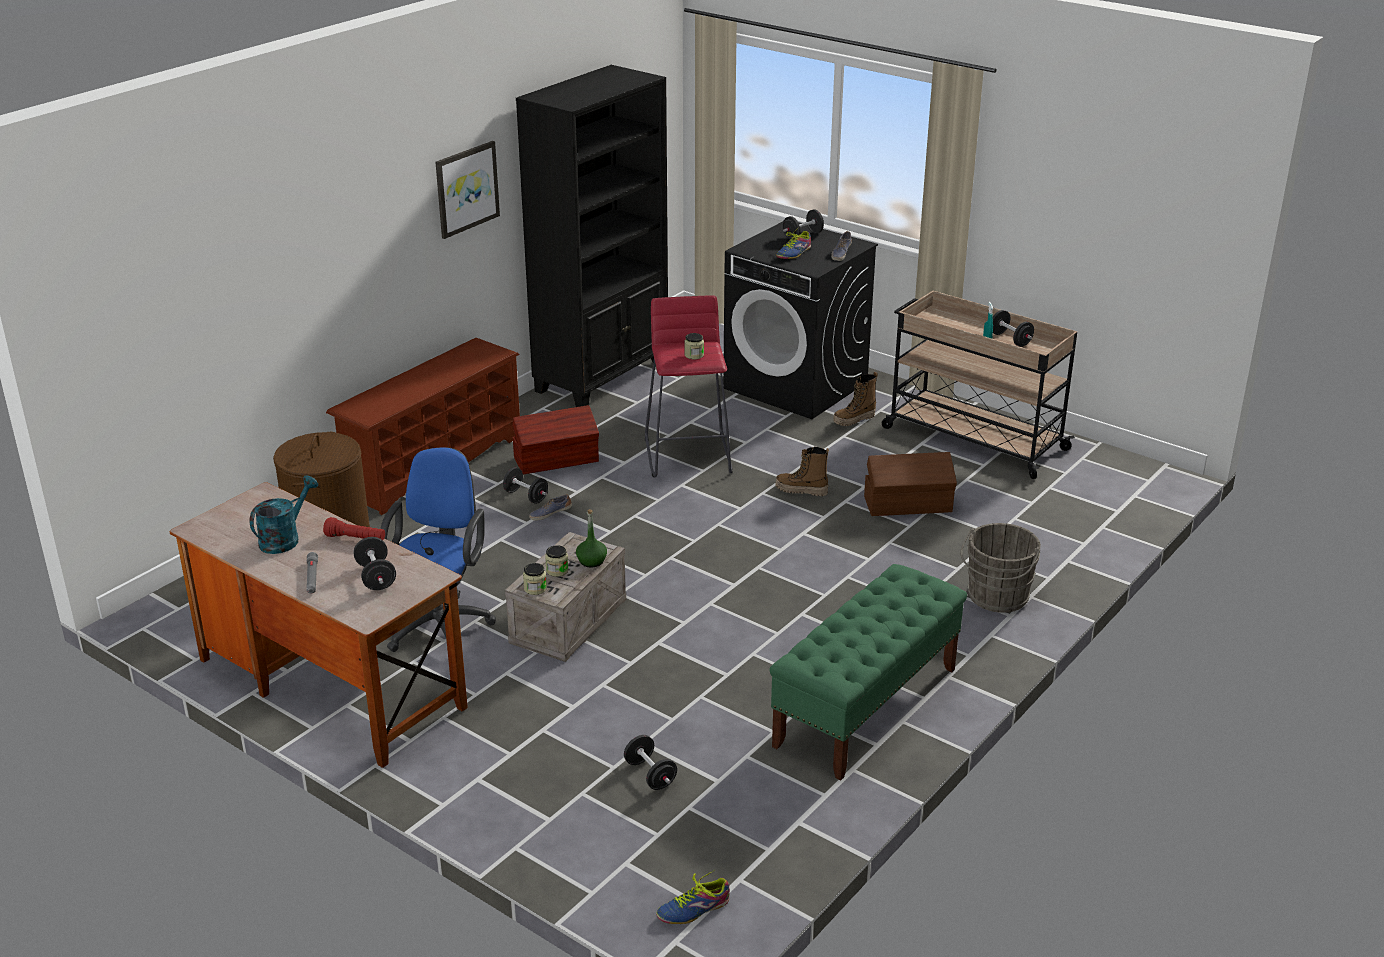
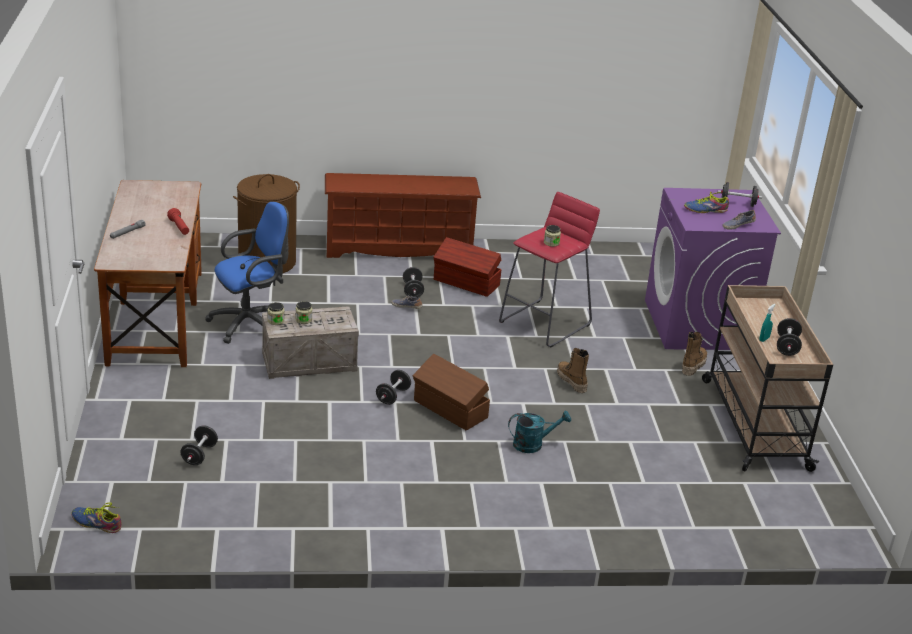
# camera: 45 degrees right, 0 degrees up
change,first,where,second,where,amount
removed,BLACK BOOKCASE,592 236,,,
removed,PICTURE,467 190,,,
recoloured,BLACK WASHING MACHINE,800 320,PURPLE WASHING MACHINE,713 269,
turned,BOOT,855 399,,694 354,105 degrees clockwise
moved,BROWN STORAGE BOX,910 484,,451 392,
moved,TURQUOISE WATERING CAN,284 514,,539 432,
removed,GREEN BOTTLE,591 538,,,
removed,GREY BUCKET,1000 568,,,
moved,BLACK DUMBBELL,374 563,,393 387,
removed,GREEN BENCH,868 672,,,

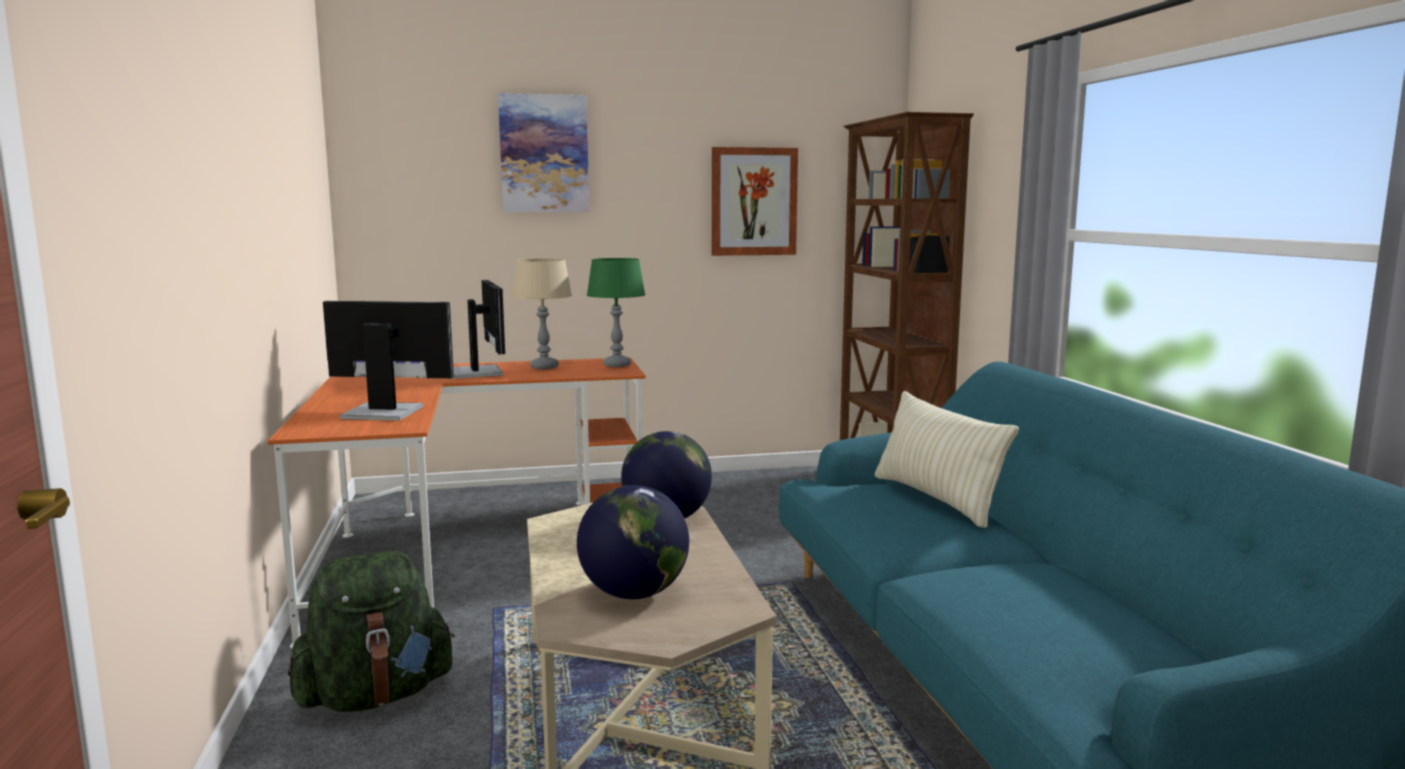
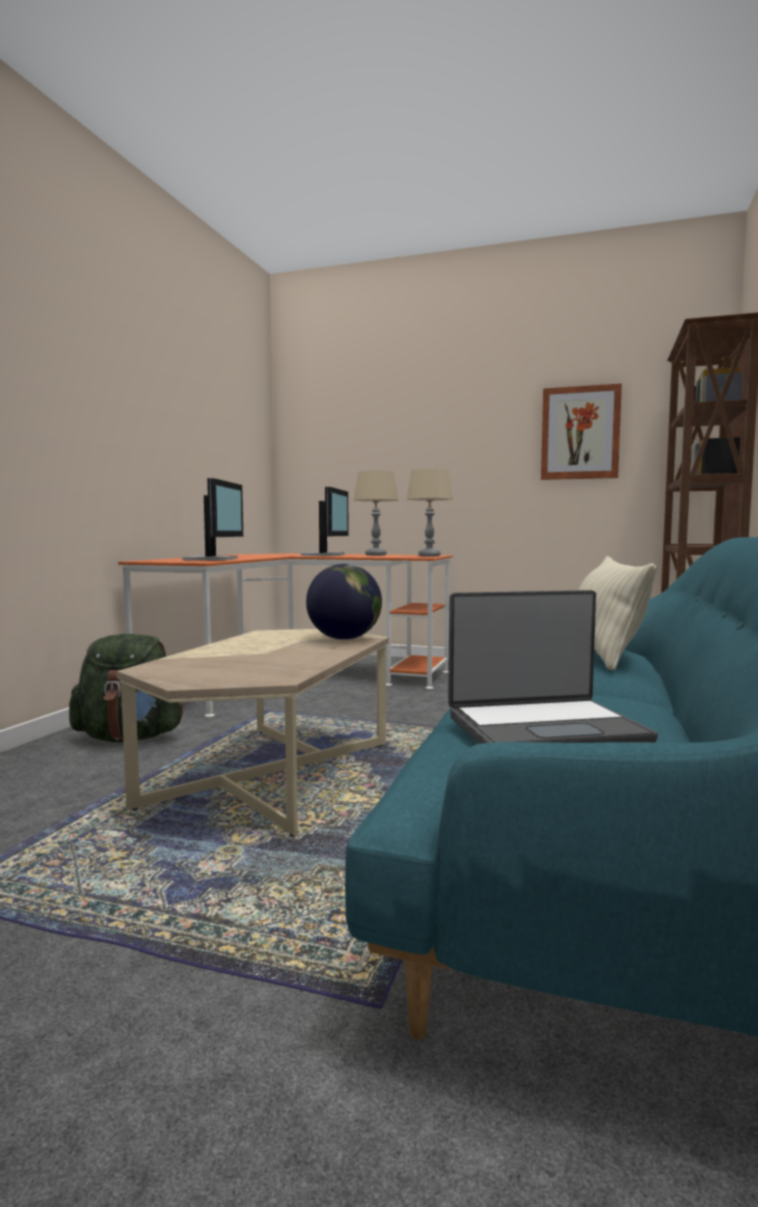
# camera: 30 degrees right, 5 degrees down
change,first,where,second,where,amount
removed,PICTURE,543 152,,,
recoloured,GREEN TABLE LAMP,616 312,BEIGE TABLE LAMP,430 512,
turned,MONITOR,388 361,,212 519,60 degrees clockwise
removed,GLOBE,633 542,,,
added,,,LAPTOP,553 667,

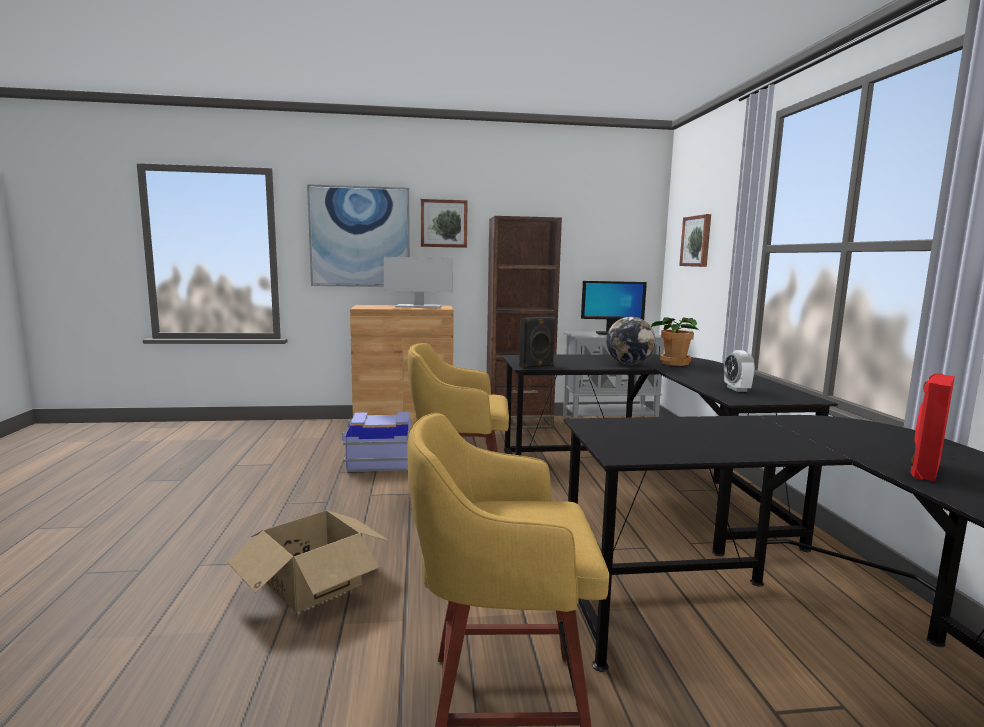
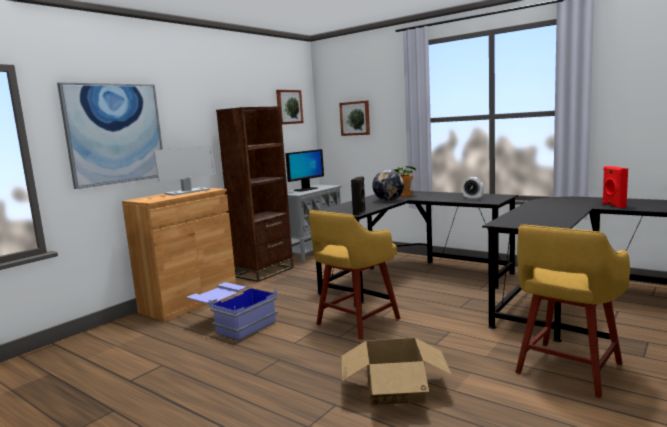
# camera: 45 degrees left, 0 degrees up
change,first,where,second,where,amount
moved,PICTURE,444 223,,289 107,

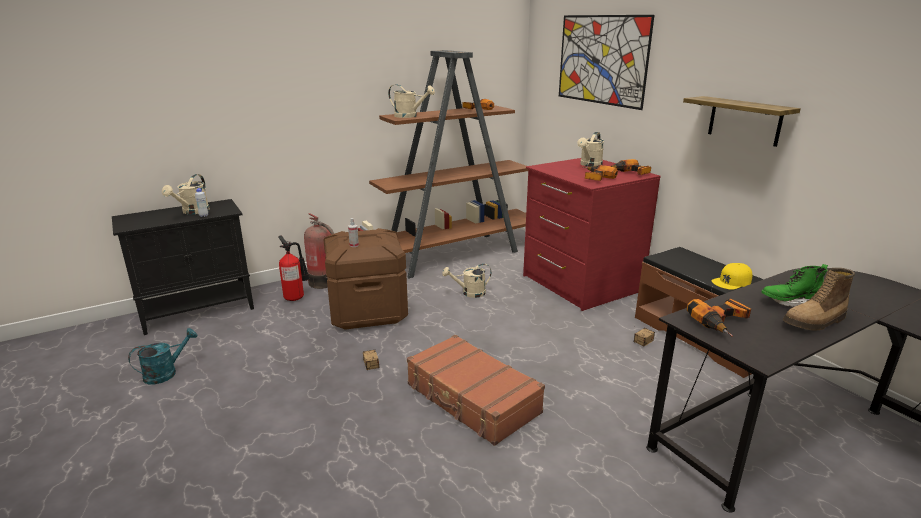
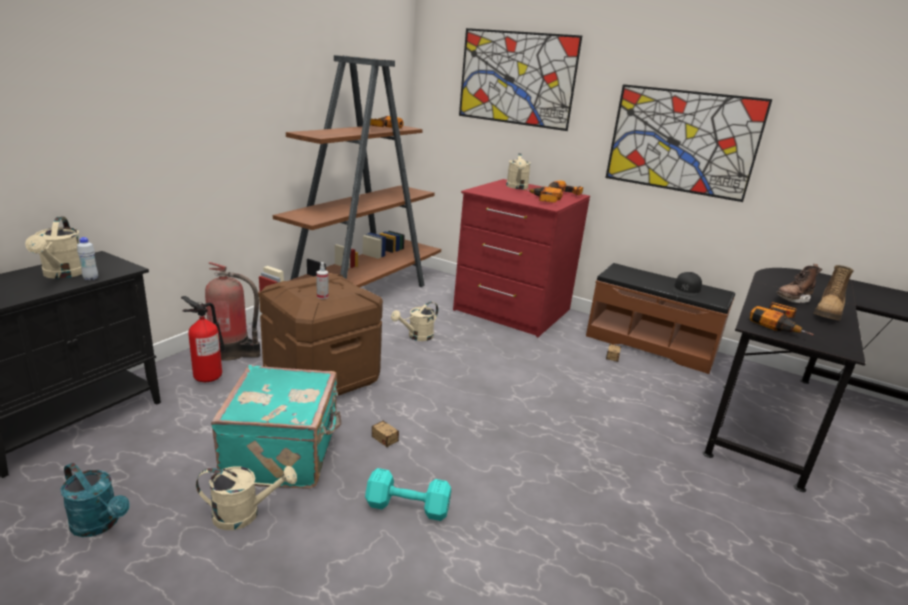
# camera: 30 degrees left, 0 degrees up
change,first,where,second,where,amount
moved,BEIGE WATERING CAN,411 101,,246 498,
replaced,SHELF,742 121,PICTURE,689 143,
recoloured,YELLOW CAP,732 276,BLACK CAP,687 284,
recoloured,GREEN BOOT,794 285,BROWN BOOT,799 283,
turned,TURQUOISE WATERING CAN,163 356,,95 500,105 degrees clockwise
removed,BROWN SUITCASE,476 390,,,
added,,,TURQUOISE SUITCASE,276 427,
added,,,TURQUOISE DUMBBELL,408 494,

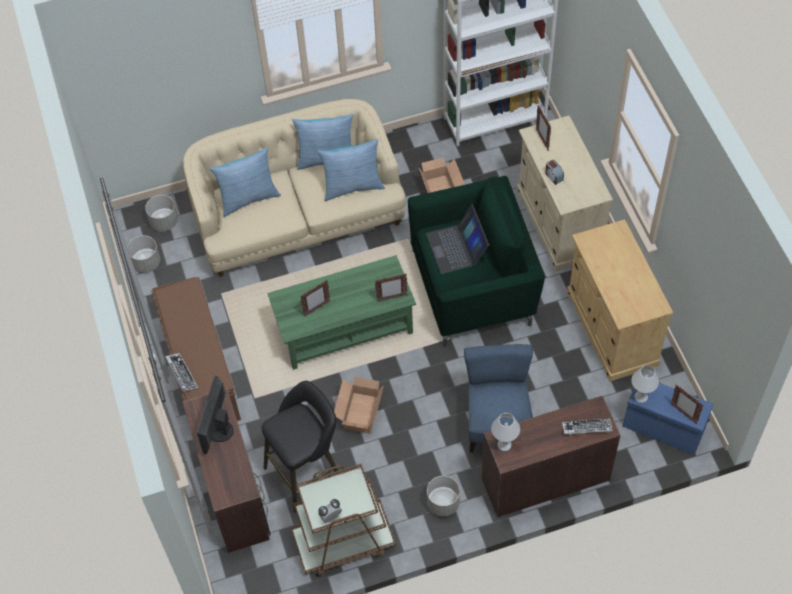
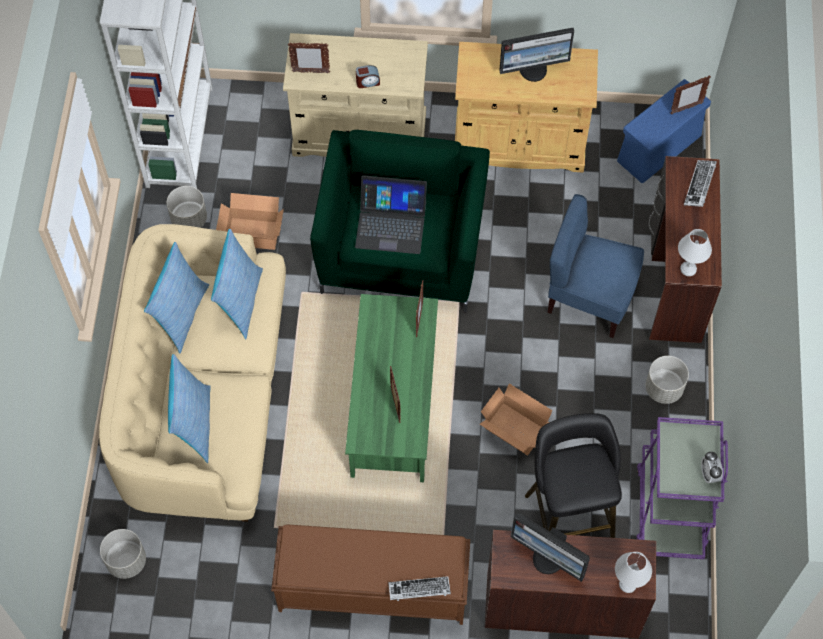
# camera: 70 degrees left, 5 degrees up
change,first,where,second,where,amount
moved,GREY PLANTER,143 254,,187 207,
moved,WHITE TABLE LAMP,645 384,,633 572,
recoloured,BROWN CART,343 520,PURPLE CART,682 488,
added,,,MONITOR,536 55,

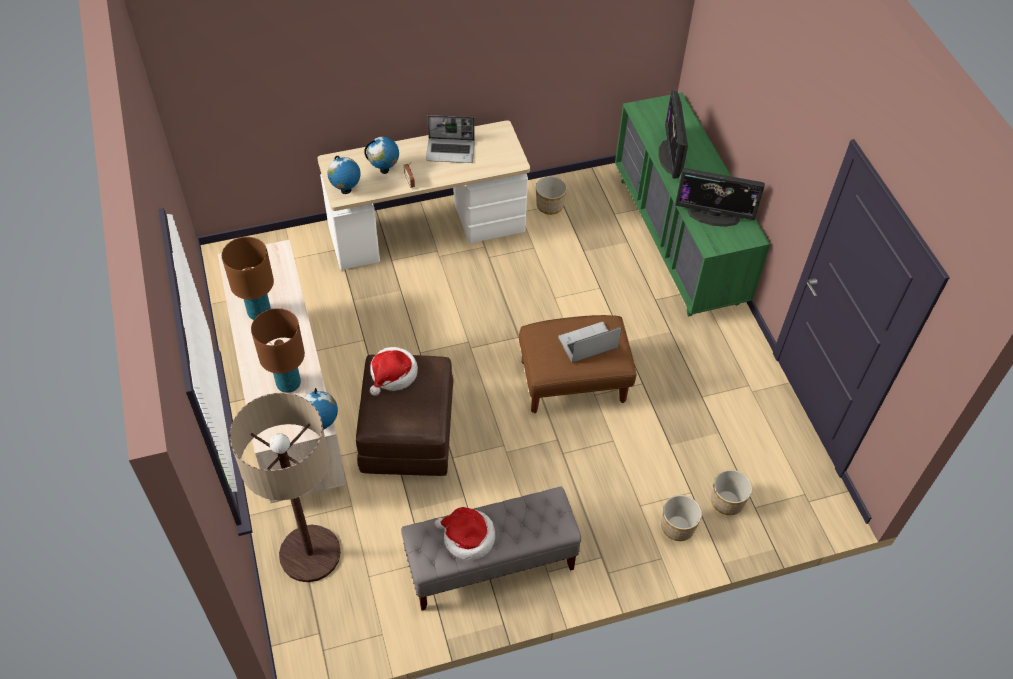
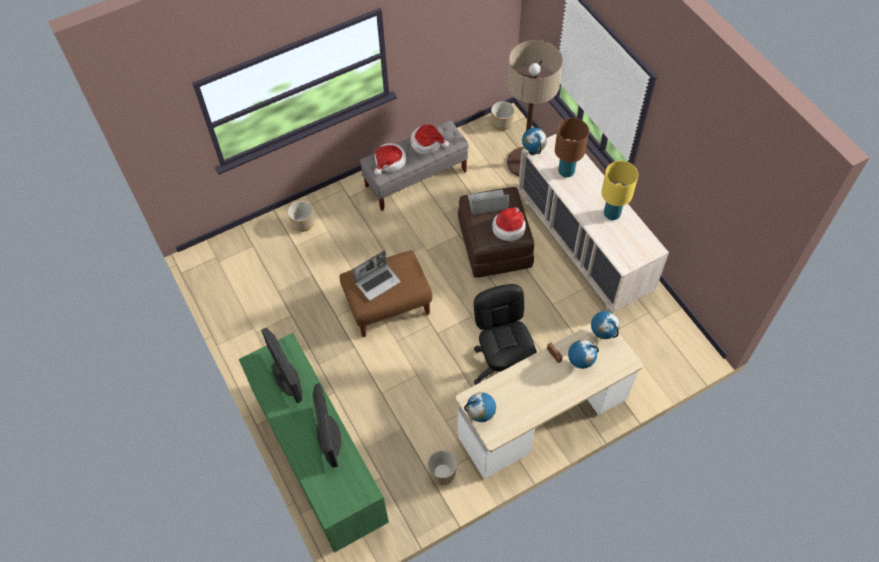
# camera: 170 degrees right, 5 degrees up
change,first,where,second,where,amount
moved,LAPTOP,450 139,,488 202,
turned,MONITOR,720 197,,281 365,120 degrees counterclockwise
recoloured,BROWN TABLE LAMP,248 278,YELLOW TABLE LAMP,619 190,
moved,PLANTER,731 492,,503 115,
added,,,HAT,390 159,
added,,,BLACK OFFICE CHAIR,505 334,
added,,,GLOBE,480 407,

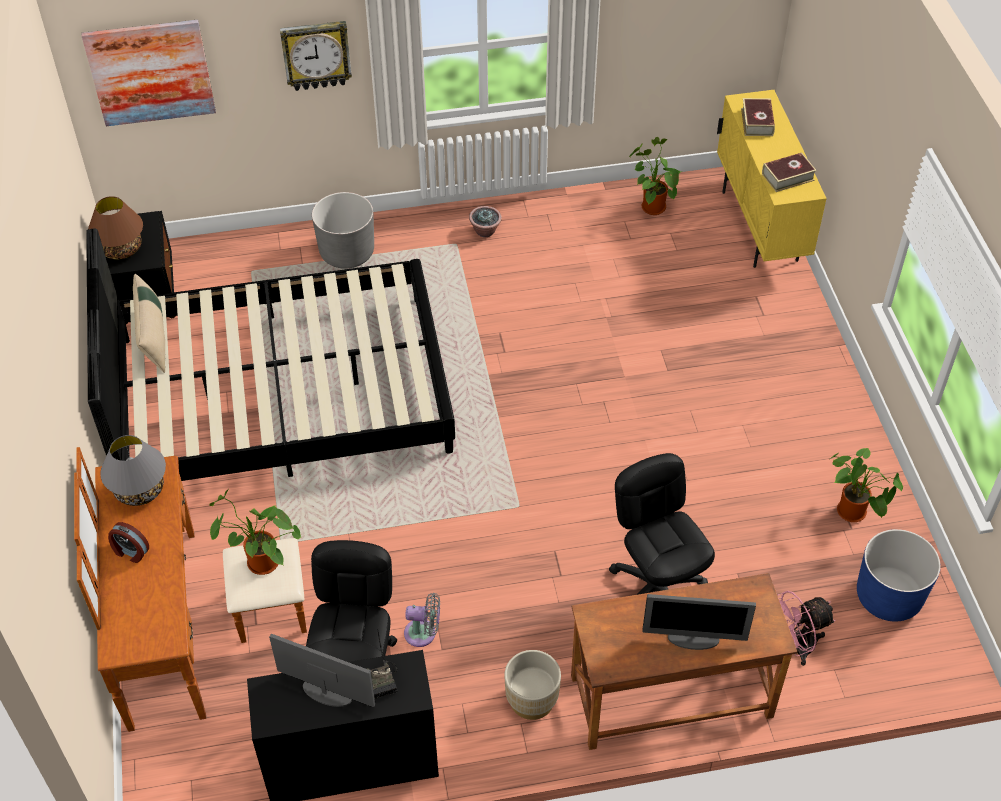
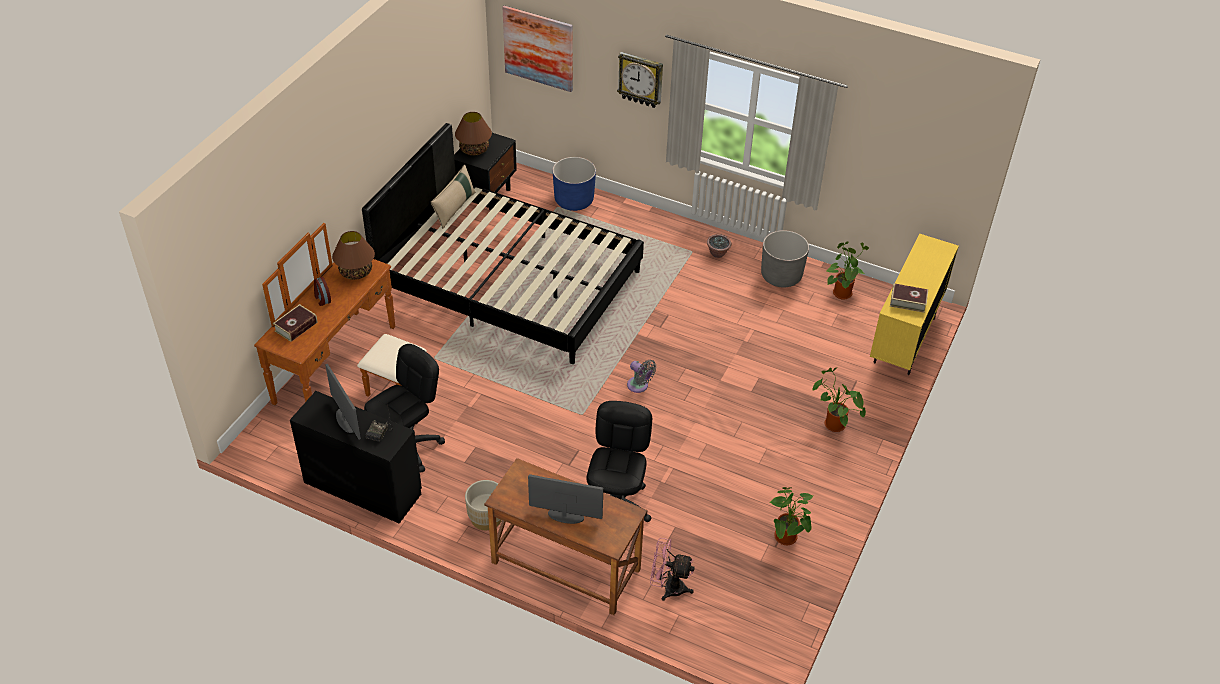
# camera: 35 degrees right, 5 degrees down
change,first,where,second,where,amount
moved,BOOK,758 117,,295 323,
moved,GREY PLANTER,343 230,,785 258,
recoloured,GREY TABLE LAMP,133 470,BROWN TABLE LAMP,353 255,
moved,POTTED PLANT,255 532,,839 399,
moved,BLUE PLANTER,899 575,,574 184,
moved,GREY FAN,422 620,,641 376,
turned,MONITOR,699 622,,566 499,150 degrees clockwise

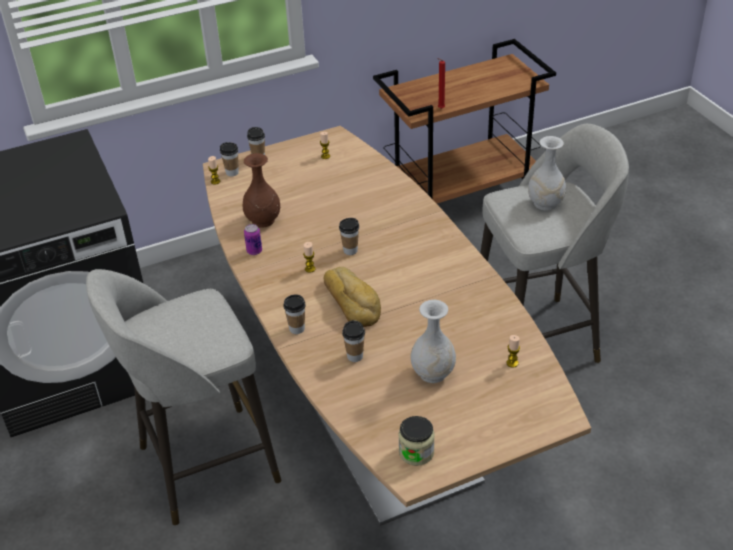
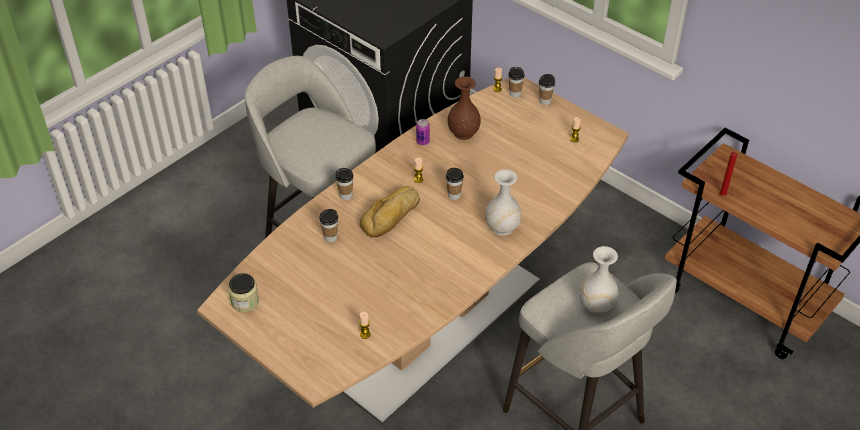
# camera: 65 degrees right, 5 degrees up
change,first,where,second,where,amount
moved,WHITE VASE,433 341,,503 202,

